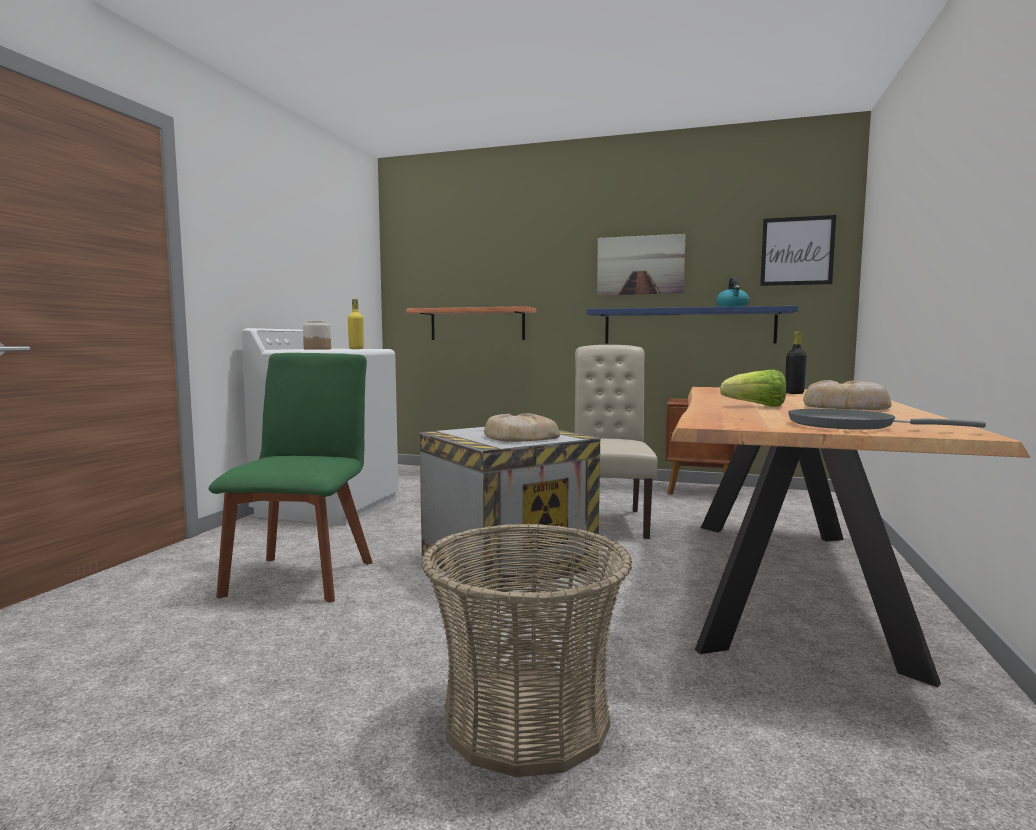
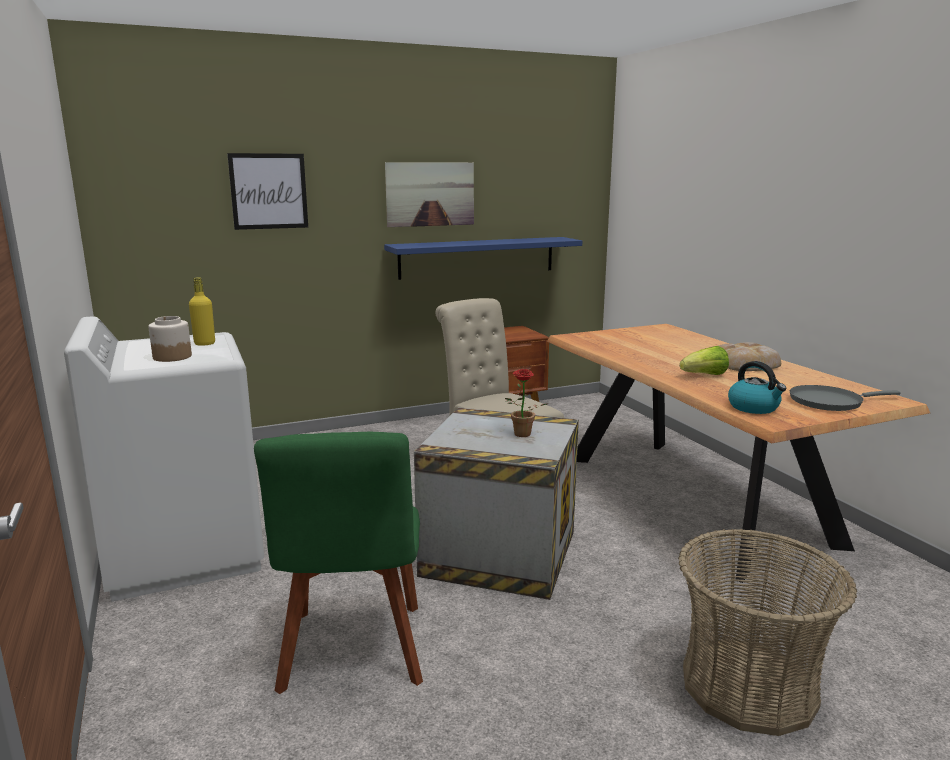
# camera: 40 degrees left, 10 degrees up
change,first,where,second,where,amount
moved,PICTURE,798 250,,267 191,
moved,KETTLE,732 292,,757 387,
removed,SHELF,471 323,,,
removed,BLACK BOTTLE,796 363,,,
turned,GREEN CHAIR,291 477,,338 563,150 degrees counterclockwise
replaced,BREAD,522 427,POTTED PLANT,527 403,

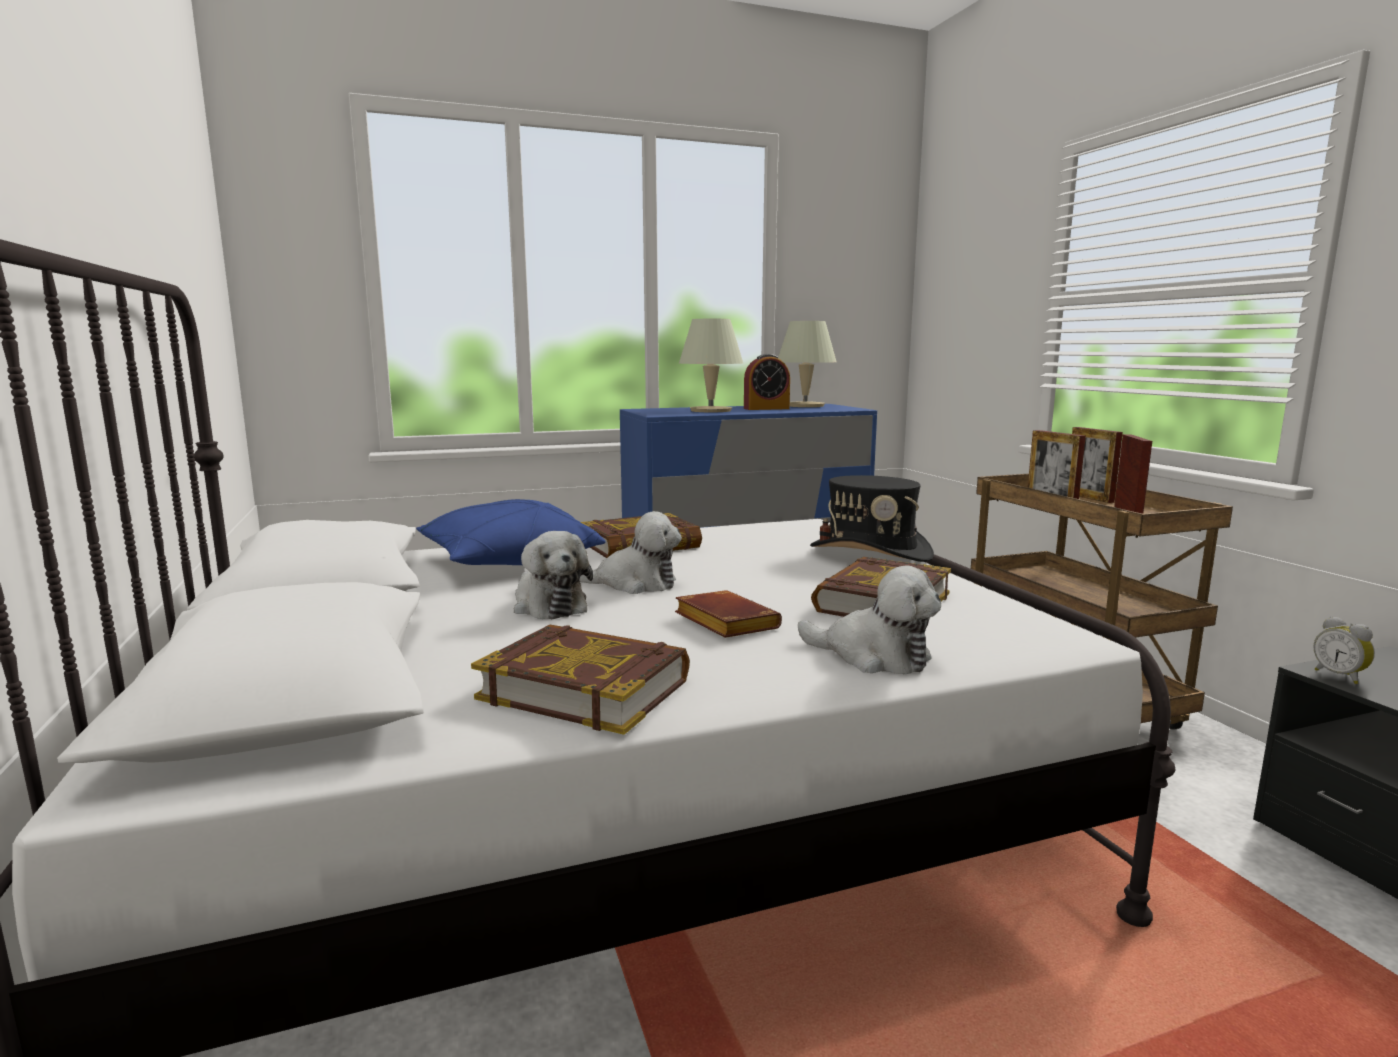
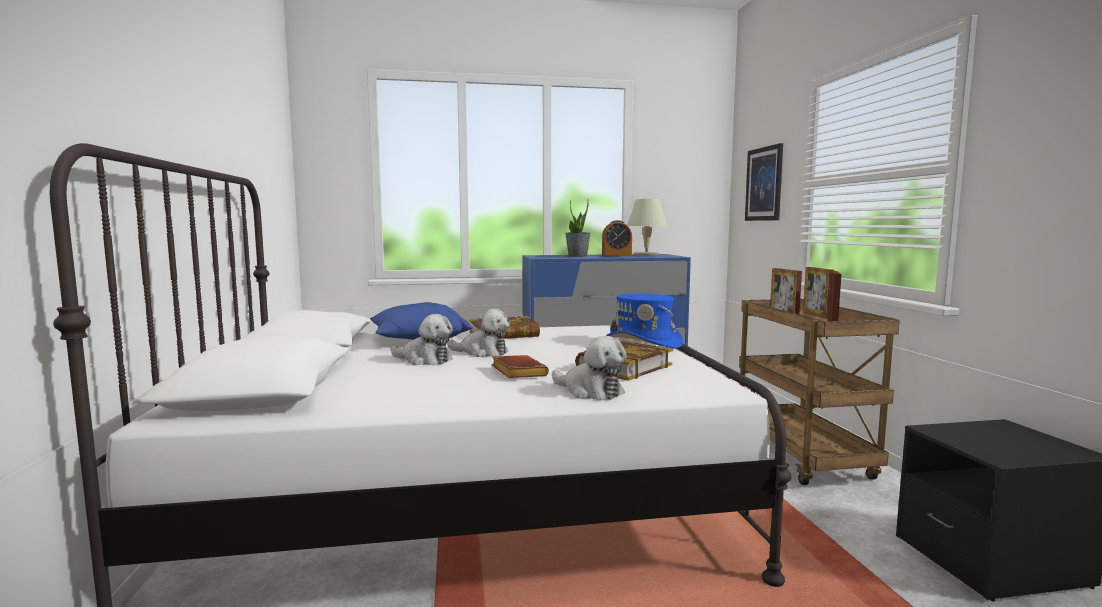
# camera: 10 degrees right, 5 degrees down
change,first,where,second,where,amount
replaced,BEIGE TABLE LAMP,711 365,POTTED PLANT,577 228,
recoloured,BLACK HAT,872 518,BLUE HAT,644 320,
turned,PLUSH TOY,553 575,,422 339,45 degrees counterclockwise
removed,ALARM CLOCK,1344 650,,,
removed,BOOK,580 679,,,
added,,,PICTURE,764 182,

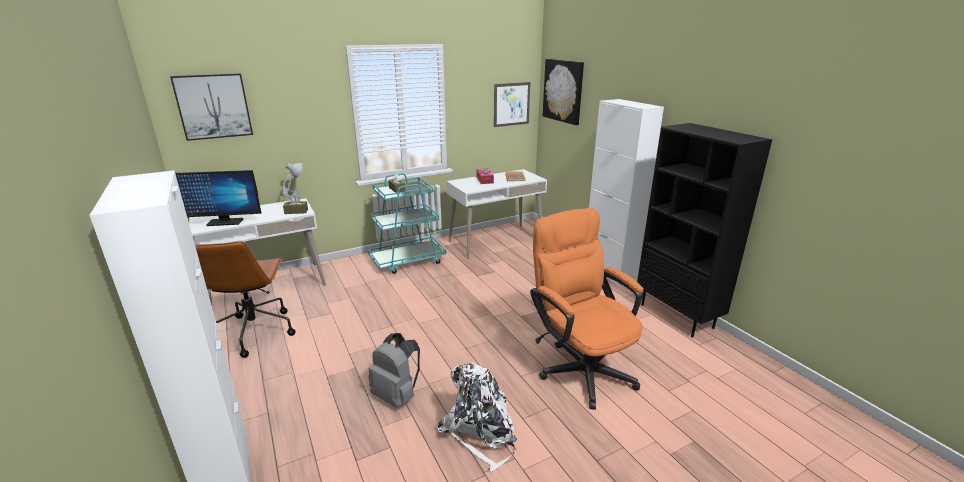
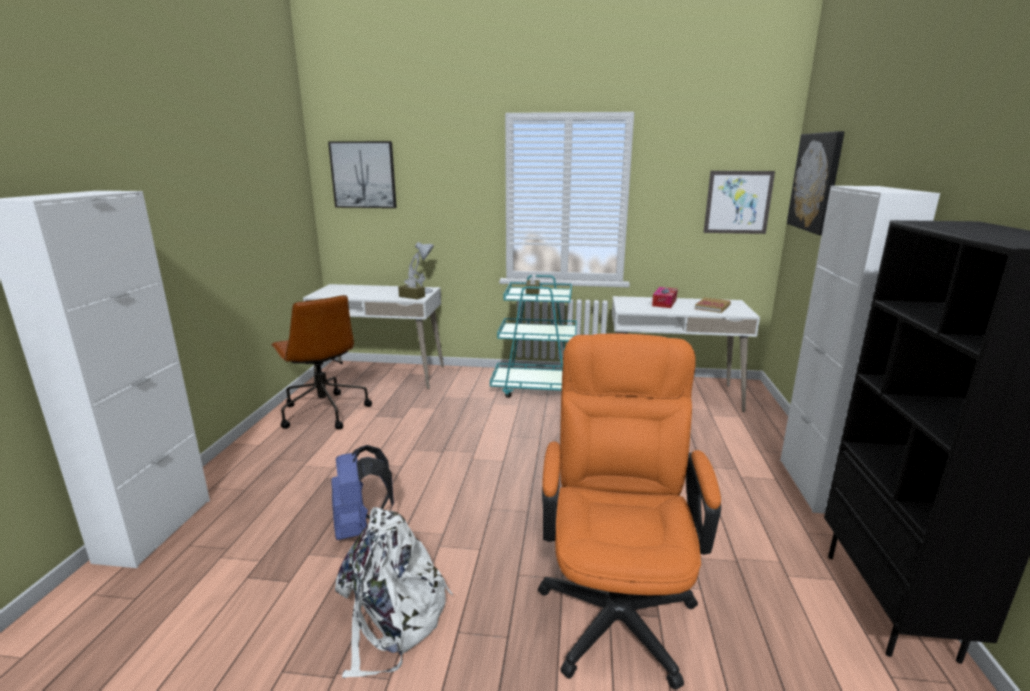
# camera: 35 degrees right, 5 degrees down
change,first,where,second,where,amount
removed,MONITOR,218 198,,,
turned,BROWN OFFICE CHAIR,245 299,,321 362,60 degrees counterclockwise
recoloured,GREY BACKPACK,394 370,BLUE BACKPACK,362 492,

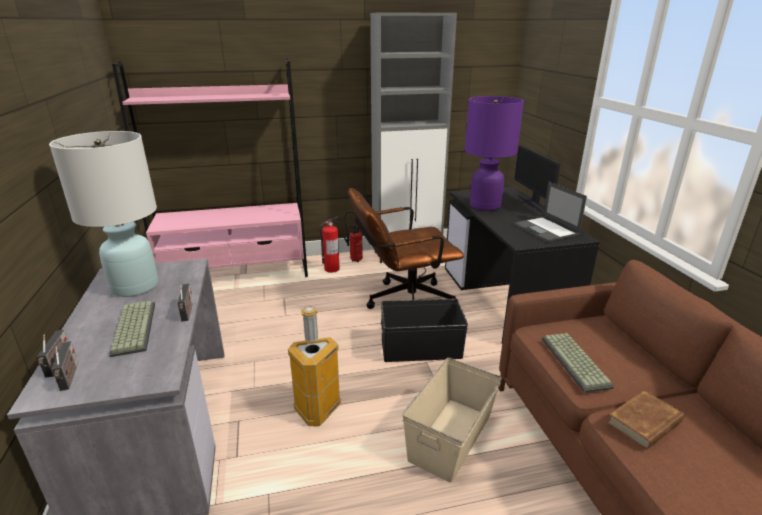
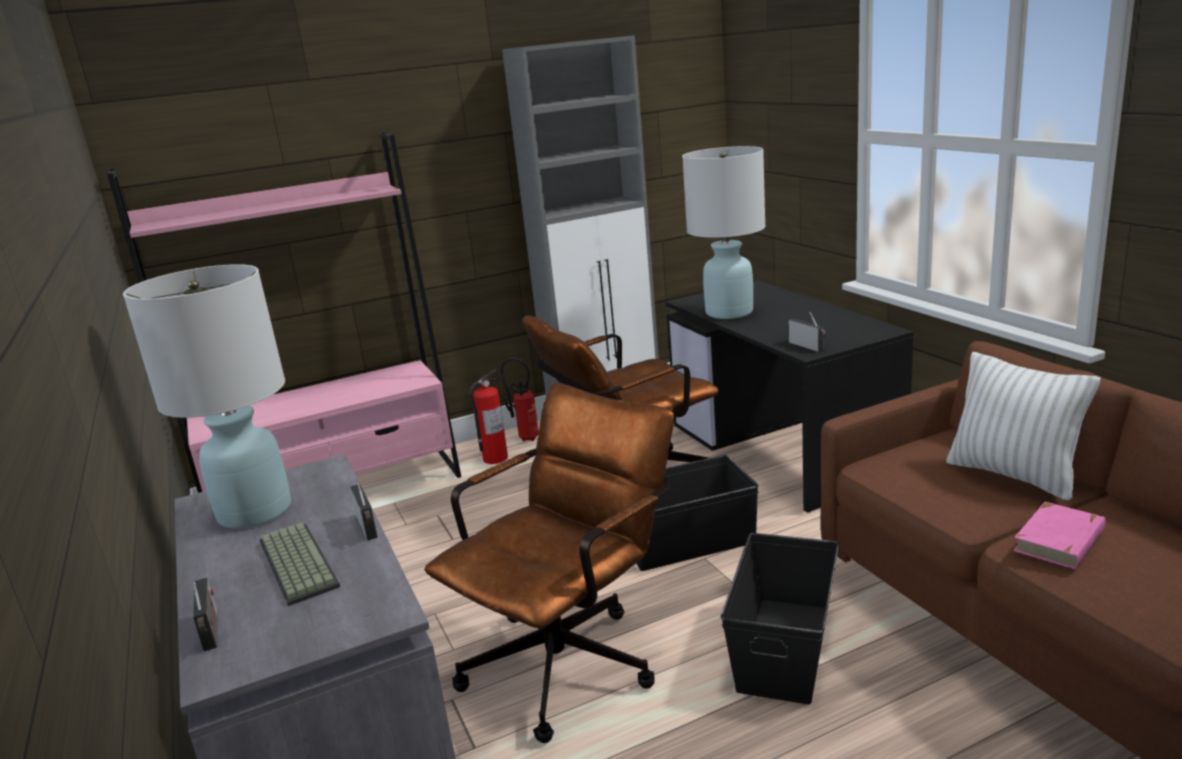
# camera: 10 degrees left, 5 degrees down
change,first,where,second,where,amount
recoloured,PURPLE TABLE LAMP,494 153,WHITE TABLE LAMP,724 232,
removed,MONITOR,537 179,,,
removed,LAPTOP,550 212,,,
replaced,TRASH CAN,314 366,BROWN OFFICE CHAIR,549 563,
removed,KEYBOARD,578 363,,,
moved,RADIO,65 366,,807 332,
recoloured,BEIGE STORAGE BOX,452 420,BLACK STORAGE BOX,780 619,
recoloured,BROWN BOOK,645 420,PINK BOOK,1059 535,
added,,,WHITE PILLOW,1023 426,

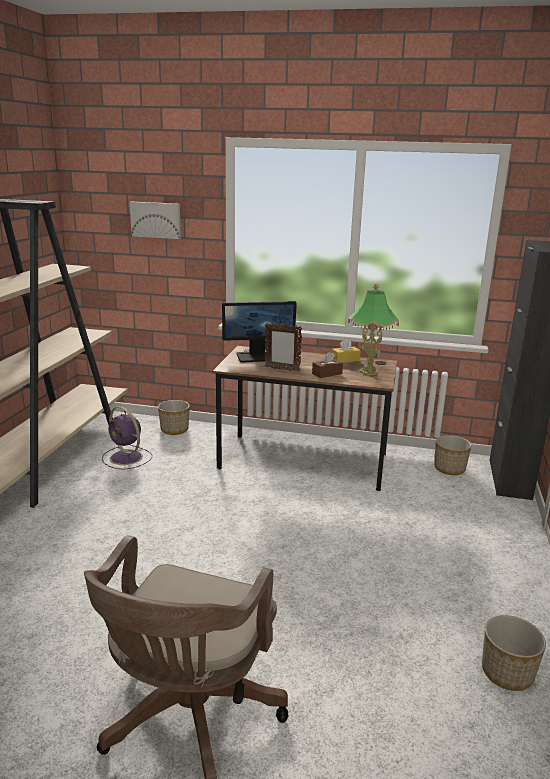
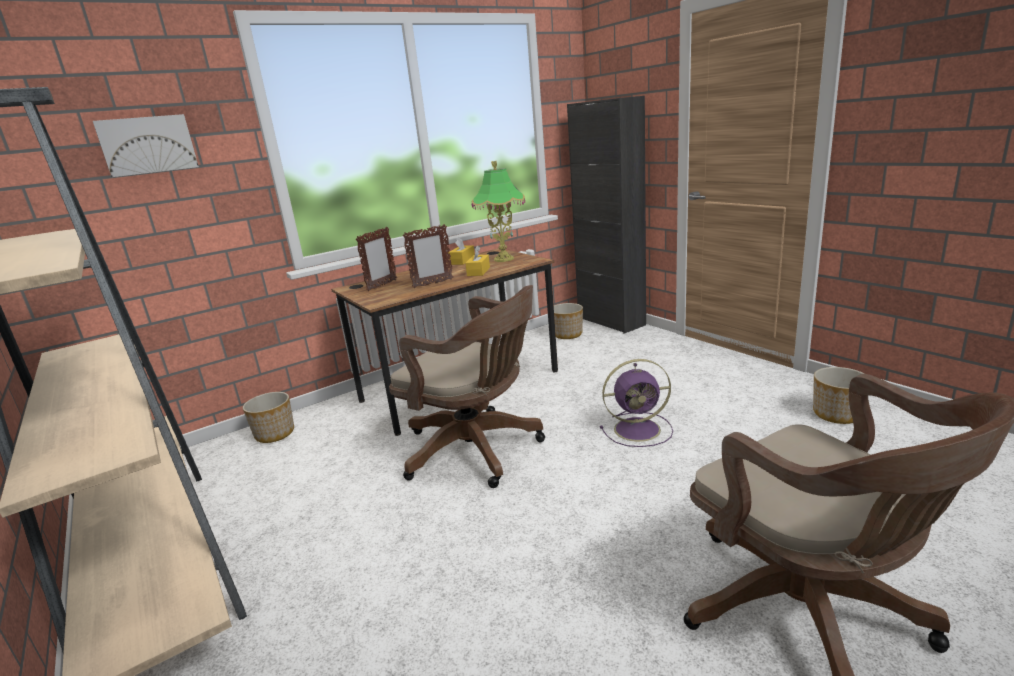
# camera: 45 degrees left, 0 degrees up
change,first,where,second,where,amount
replaced,MONITOR,259 331,PICTURE FRAME,376 259,
recoloured,BROWN TISSUE BOX,327 365,YELLOW TISSUE BOX,477 261,
moved,PURPLE FAN,127 438,,636 403,
added,,,BROWN OFFICE CHAIR,467 386,

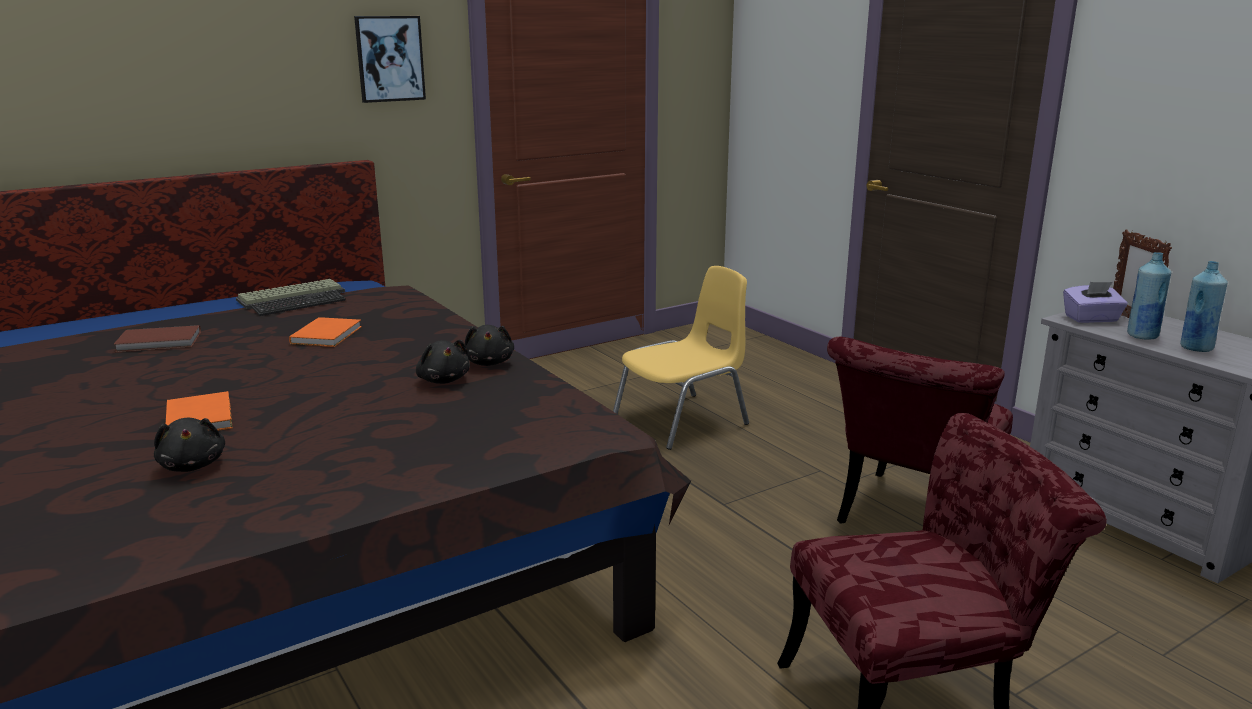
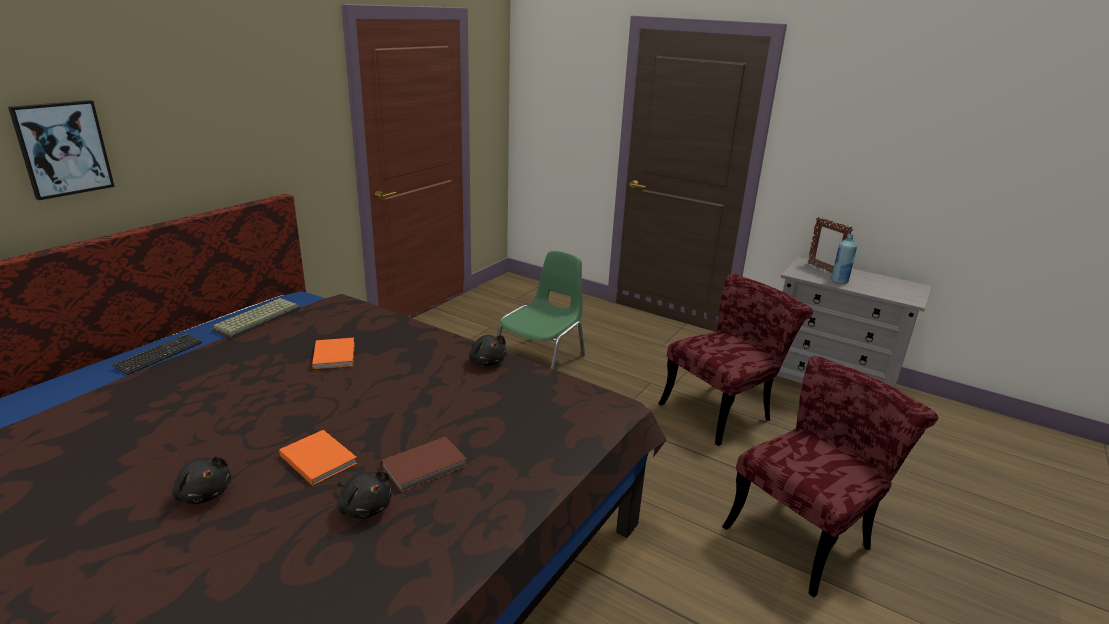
# camera: 25 degrees left, 5 degrees up
change,first,where,second,where,amount
moved,PICTURE,390 59,,61 150,
removed,BLUE BOTTLE,1204 306,,,
recoloured,YELLOW CHAIR,681 358,GREEN CHAIR,541 310,
removed,PURPLE TISSUE BOX,1095 302,,,
moved,KEYBOARD,298 303,,157 354,
moved,BROWN BOOK,157 338,,424 464,
turned,RED CHAIR,920 430,,735 360,135 degrees counterclockwise
moved,BLACK PLUSH TOY,443 362,,201 480,

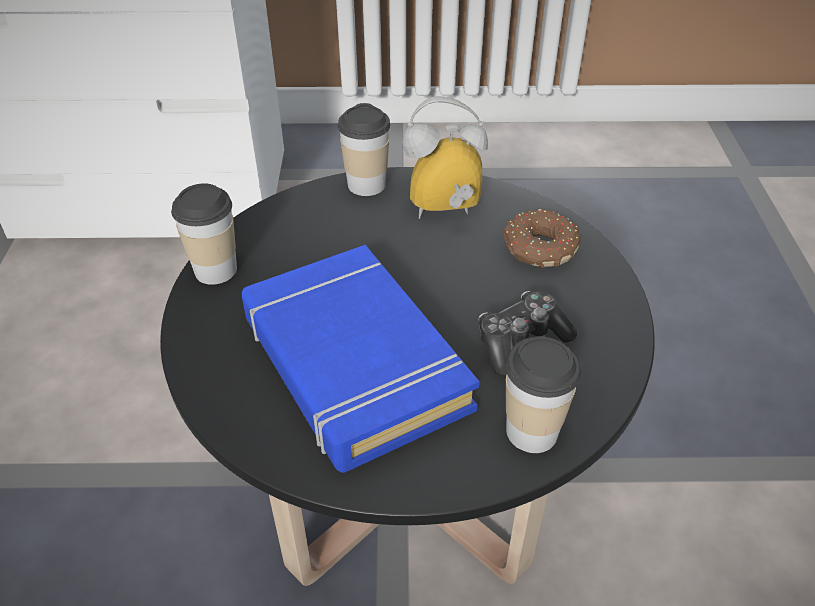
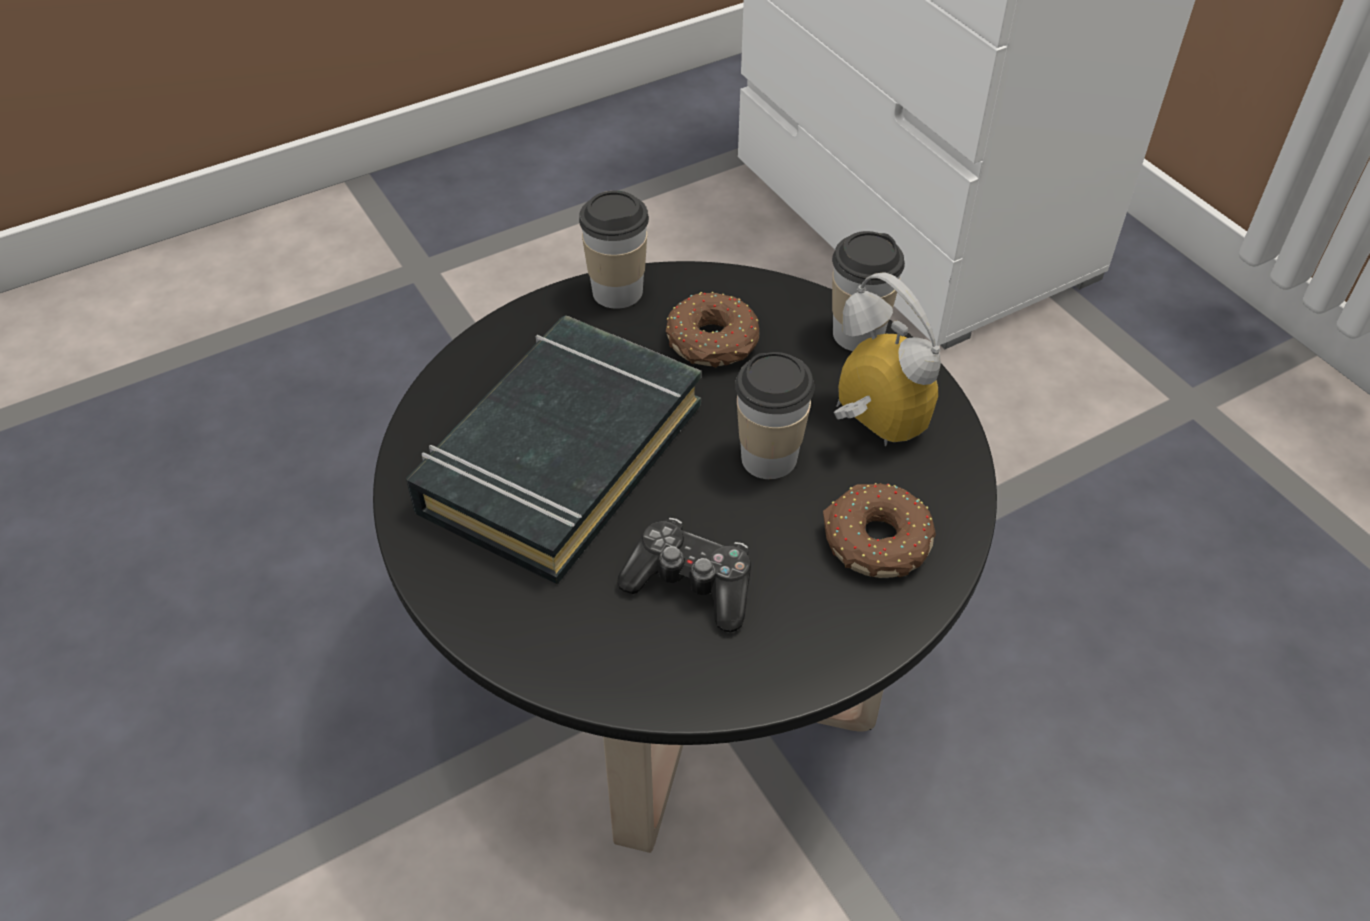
# camera: 60 degrees right, 5 degrees up
change,first,where,second,where,amount
recoloured,BLUE BOOK,361 359,BLACK BOOK,554 450,
moved,CUP,543 395,,774 415,
added,,,DONUT,712 330,

